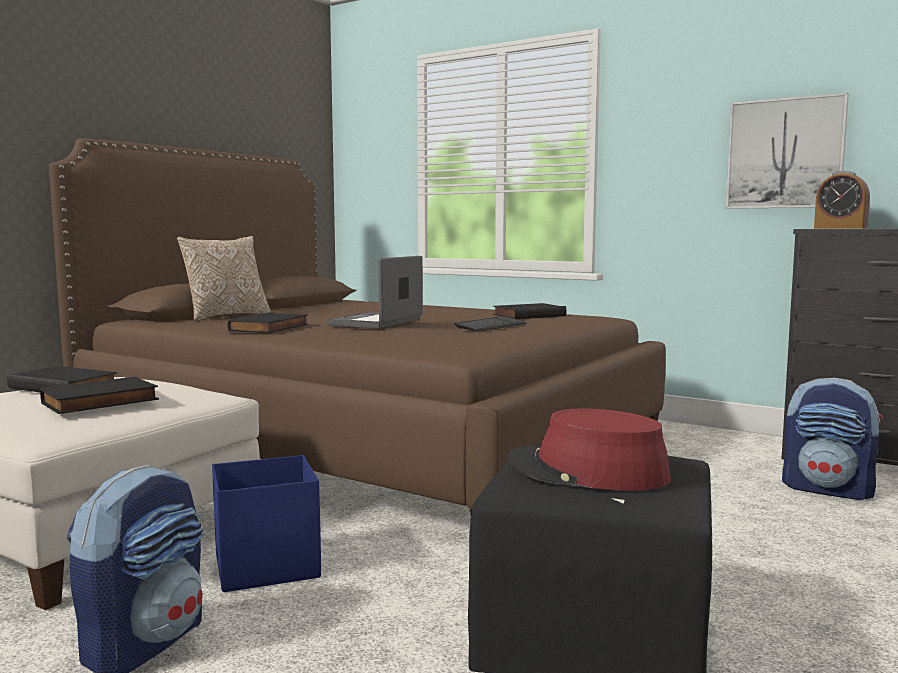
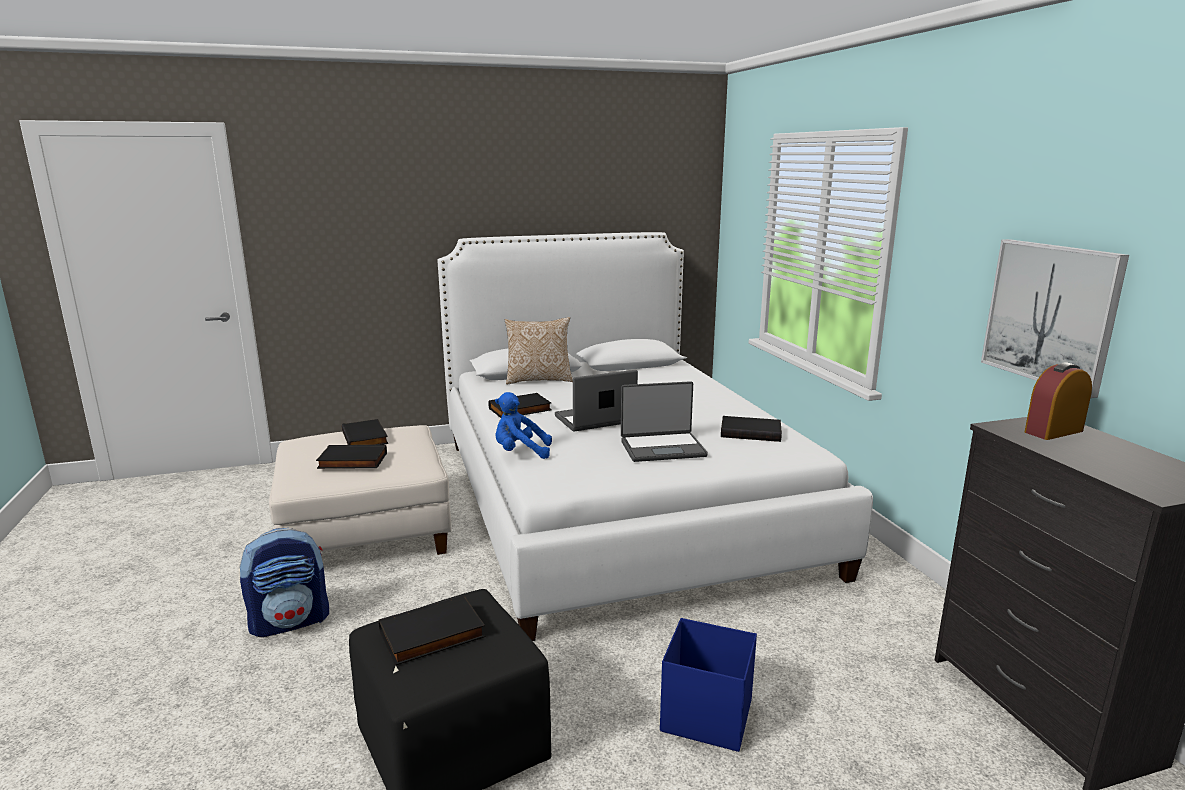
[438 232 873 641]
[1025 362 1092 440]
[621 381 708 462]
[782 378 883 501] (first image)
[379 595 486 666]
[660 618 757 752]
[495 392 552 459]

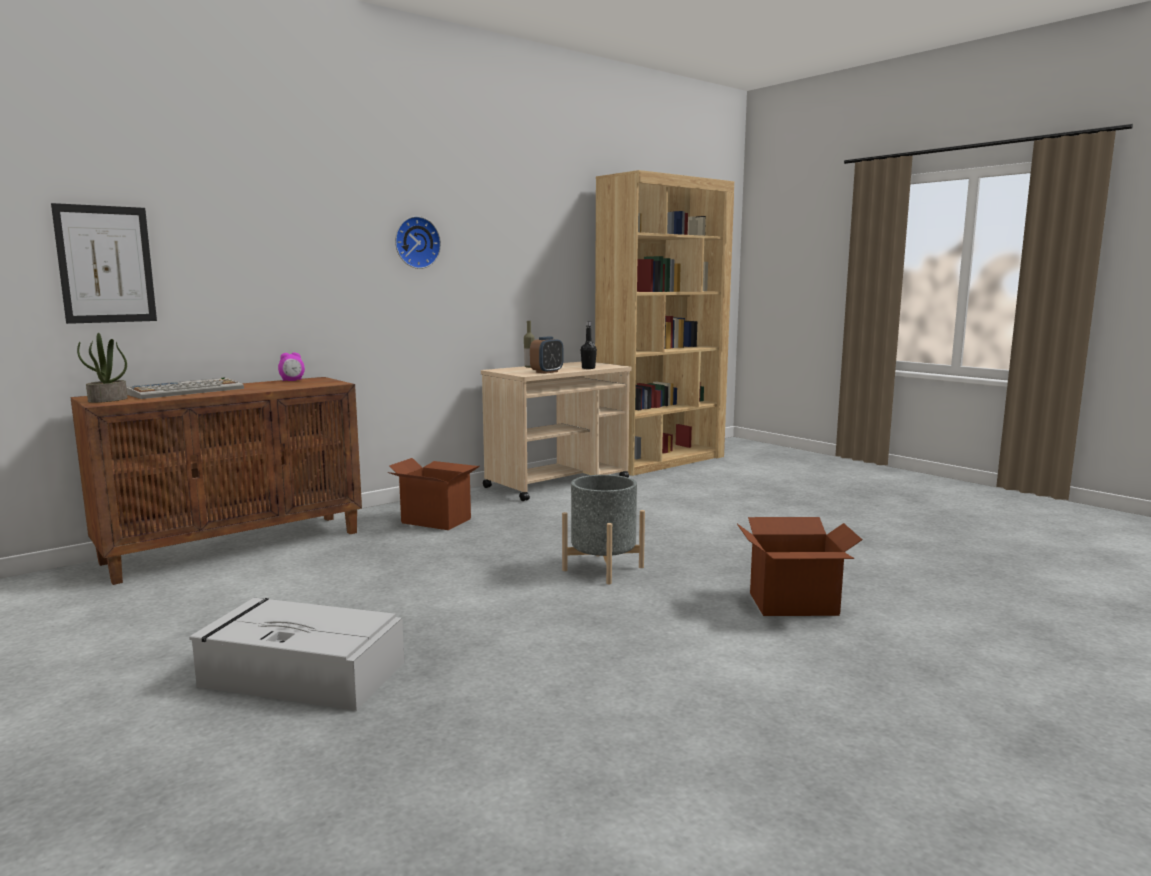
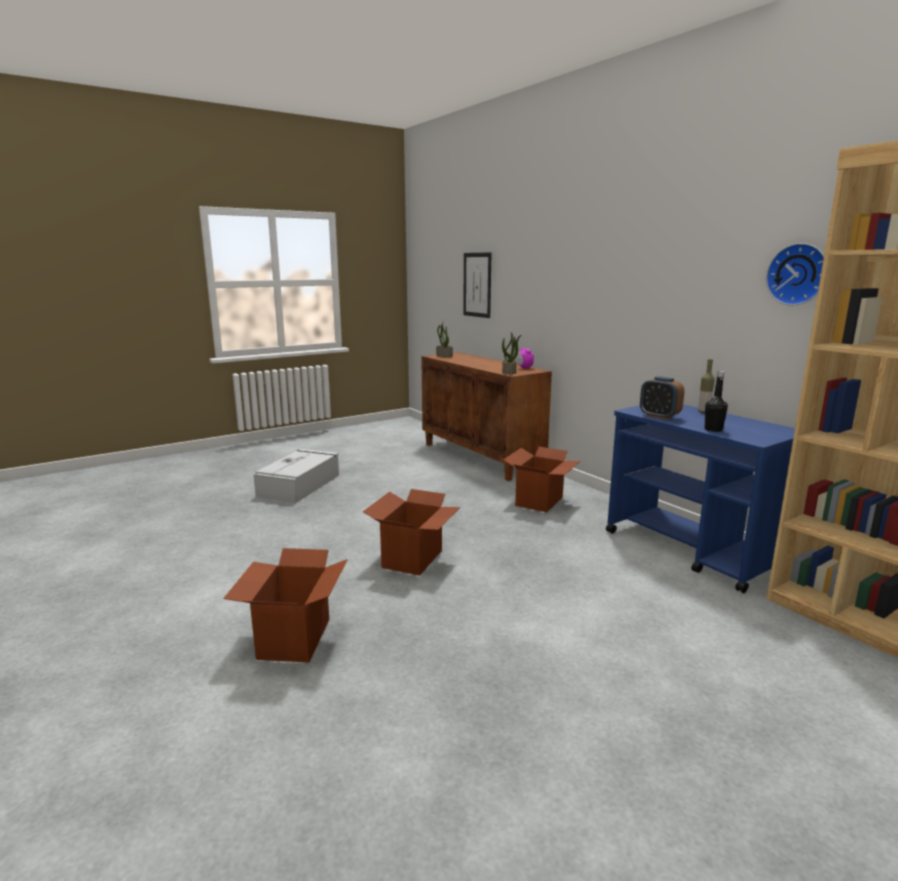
[766 243 824 305]
[606 404 795 593]
[126 378 244 399] (first image)
[363 489 460 576]
[502 332 521 374]

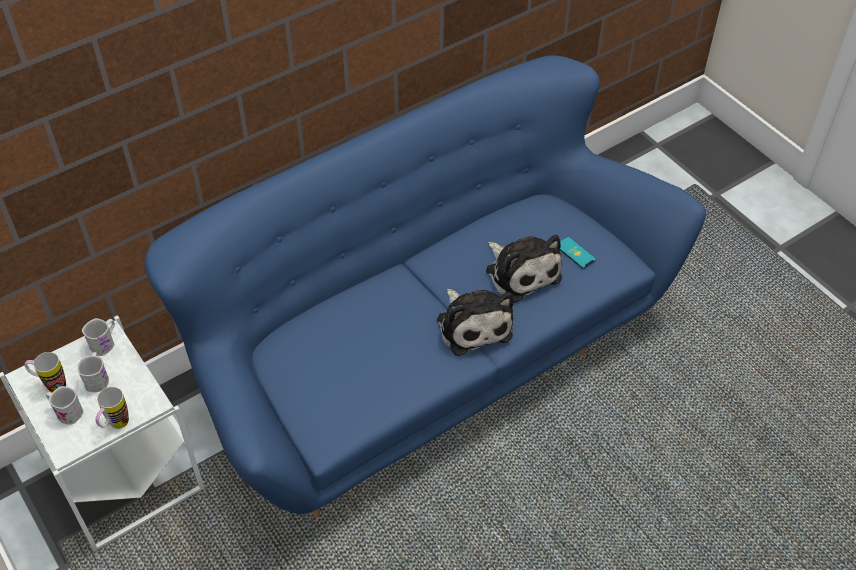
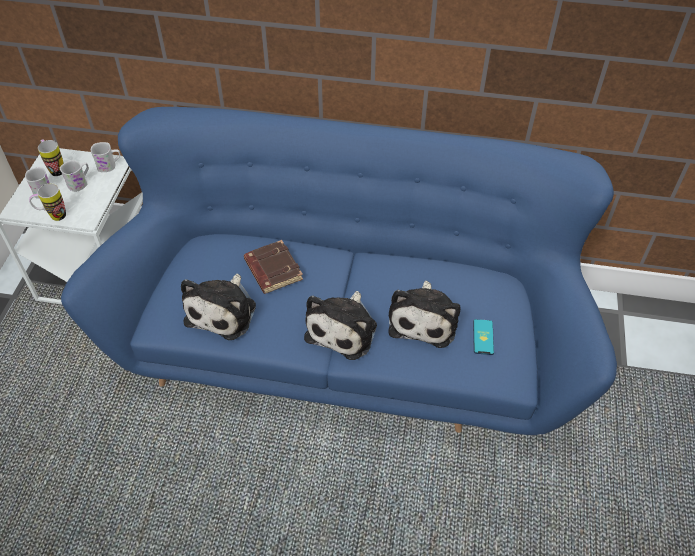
[244 240 303 294]
[181 274 256 340]

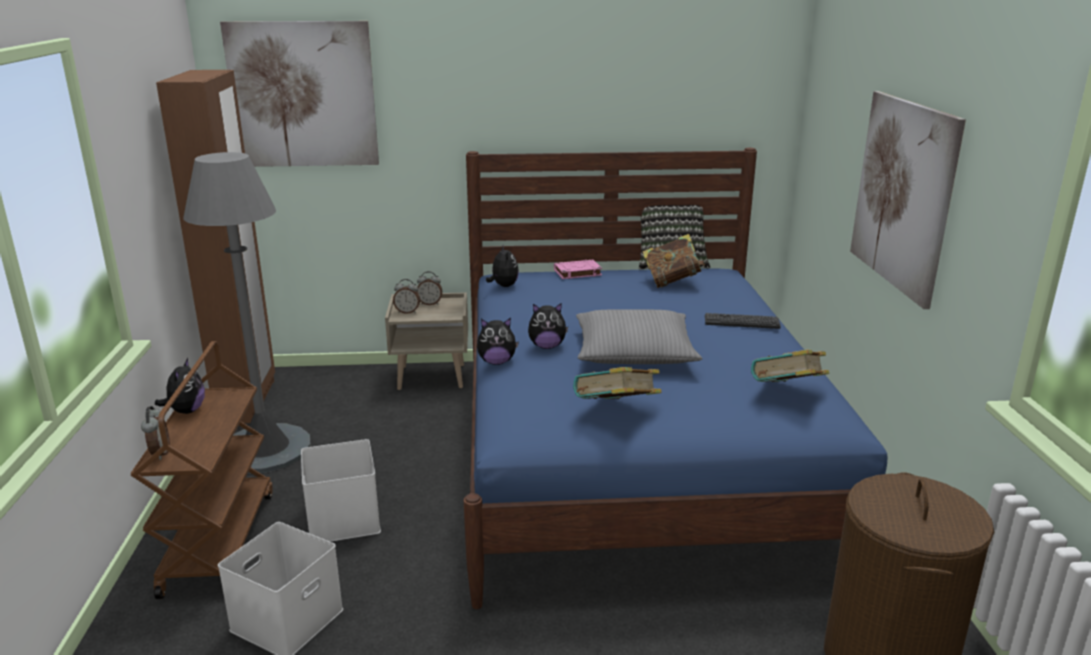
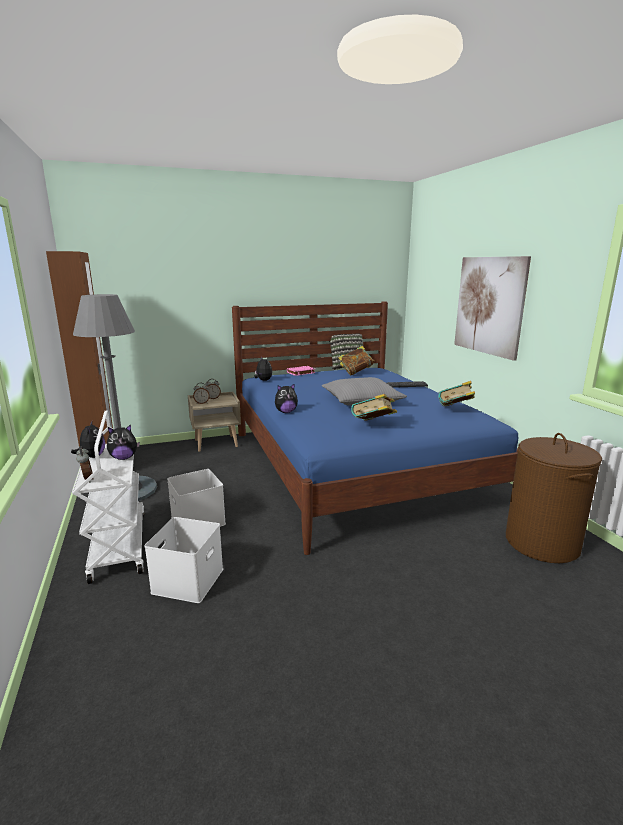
[220 21 379 167] (first image)
[107 424 140 460]
[72 410 144 584]

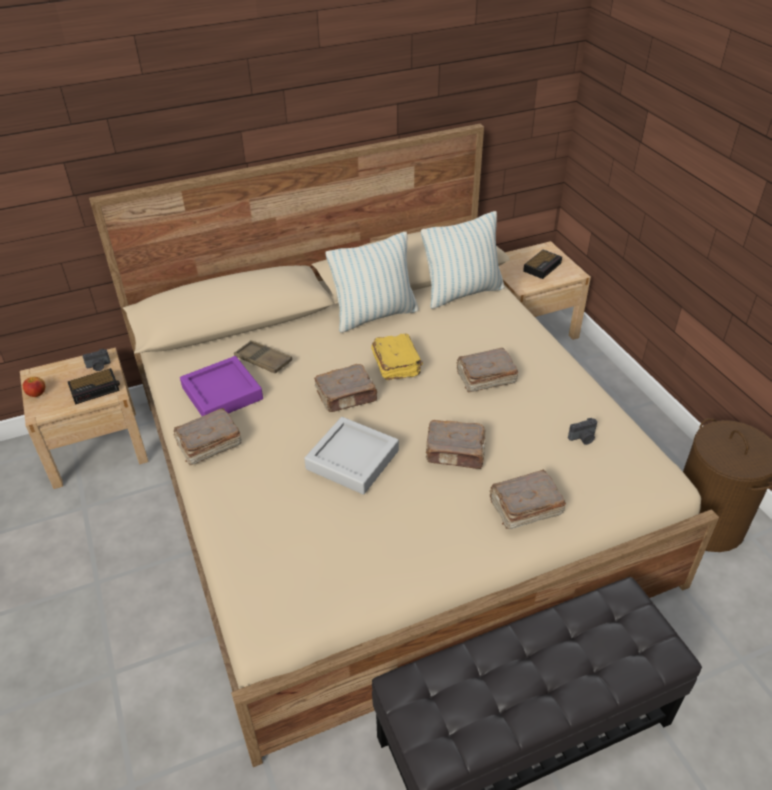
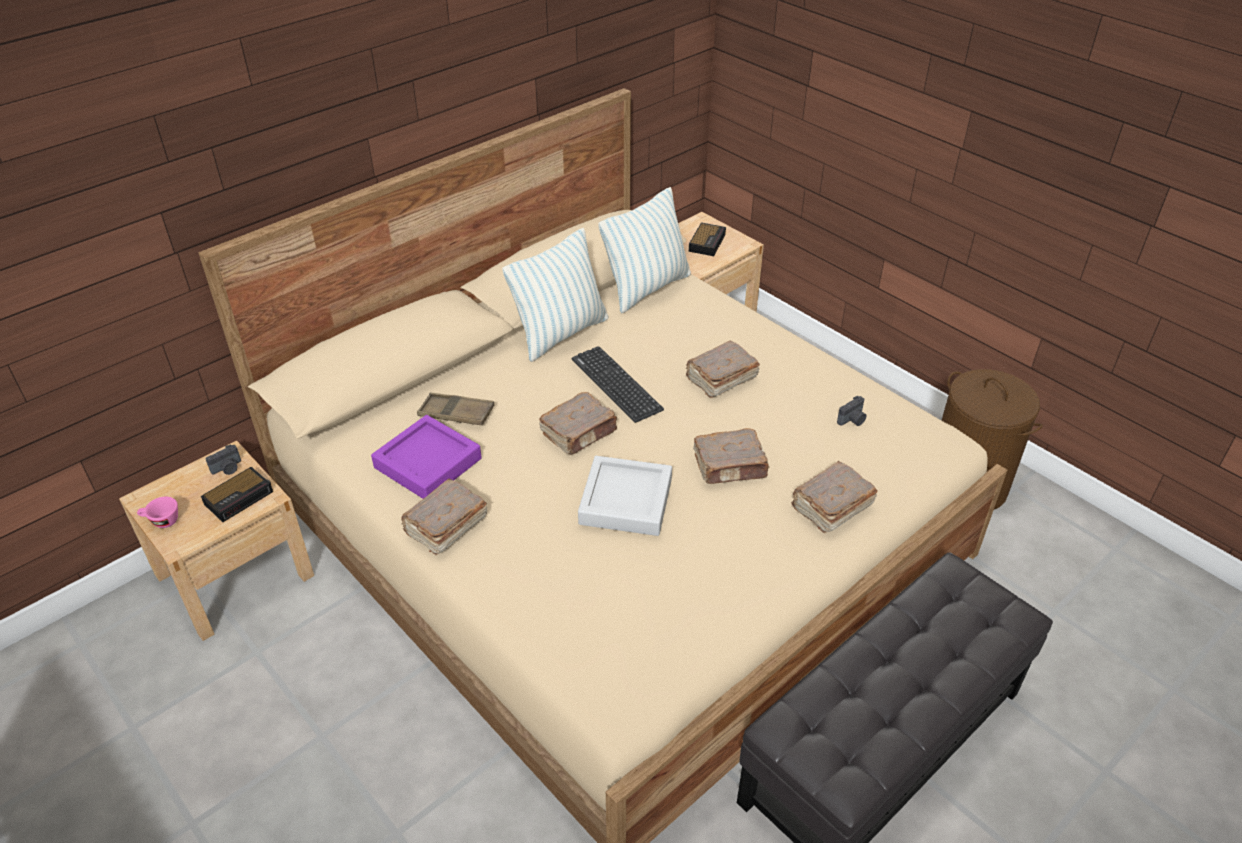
[572 346 664 423]
[137 497 178 528]

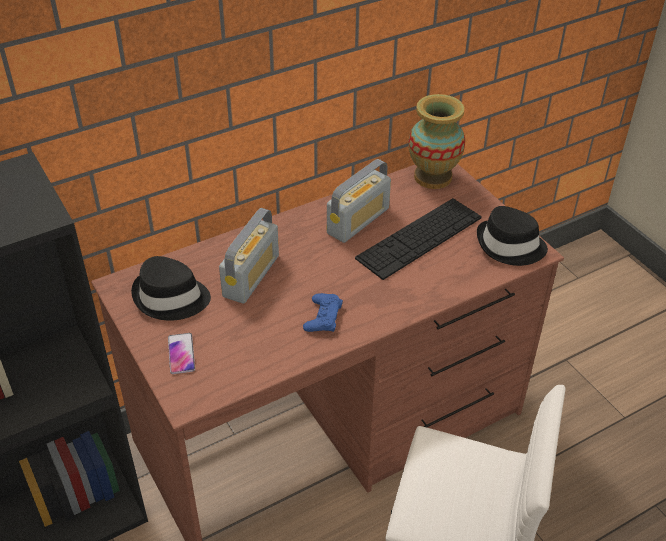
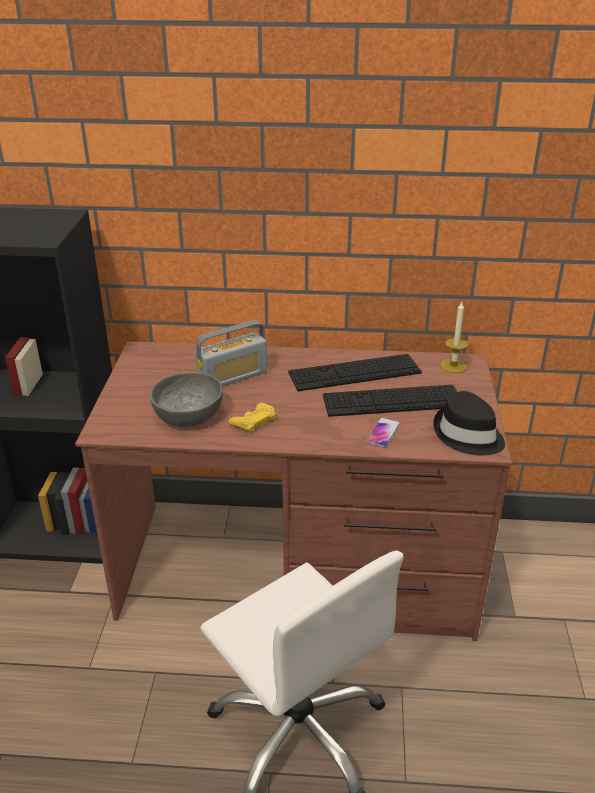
[440 302 468 373]
[288 354 422 391]
[131 256 211 321] (first image)
[228 403 277 433]
[366 417 401 448]
[149 372 223 427]

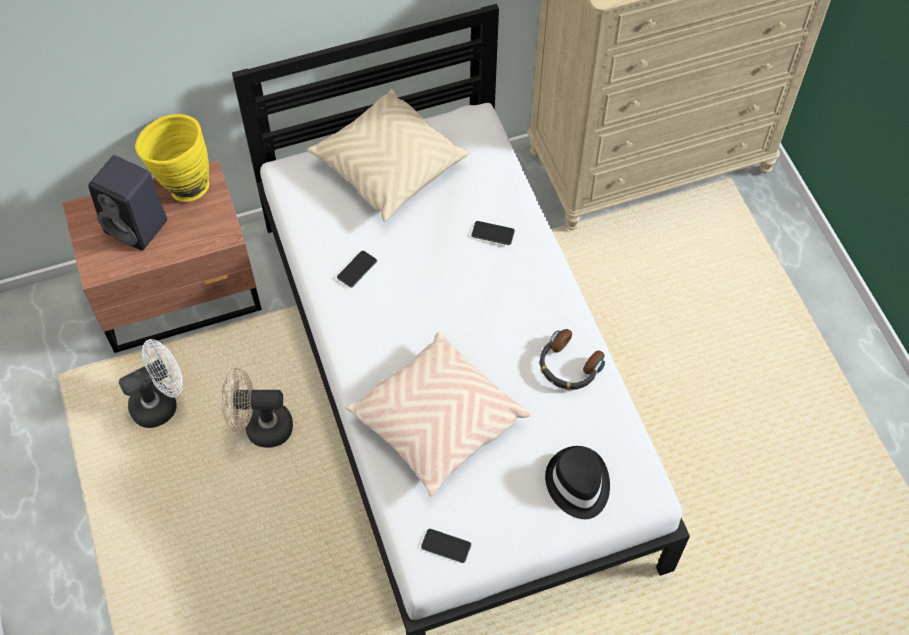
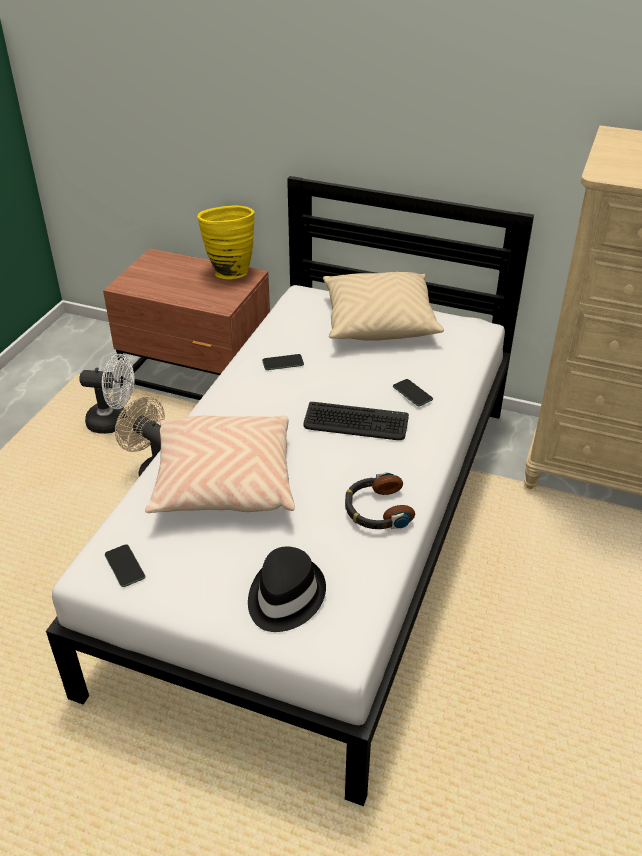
[88 155 167 251] (first image)
[303 402 409 440]

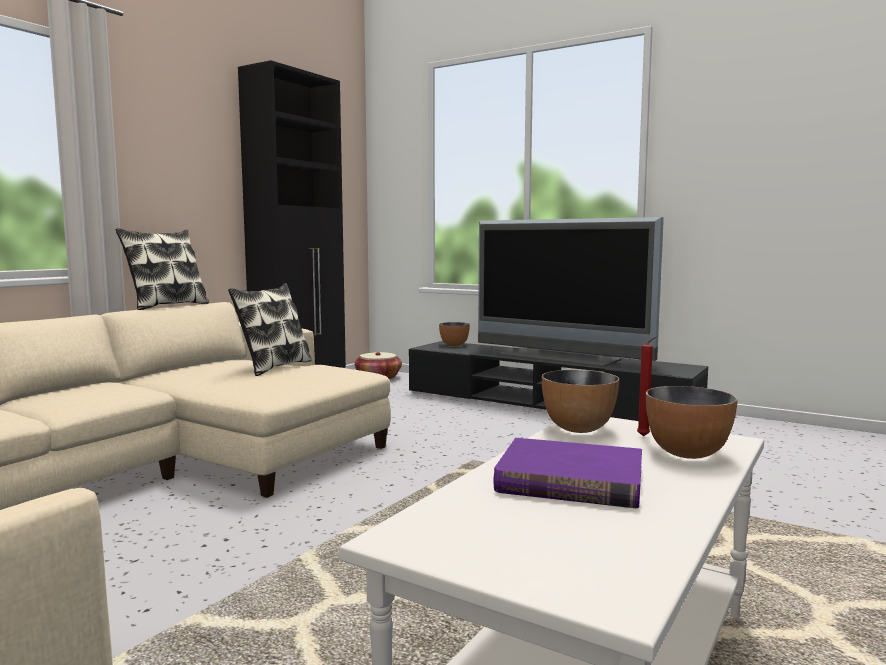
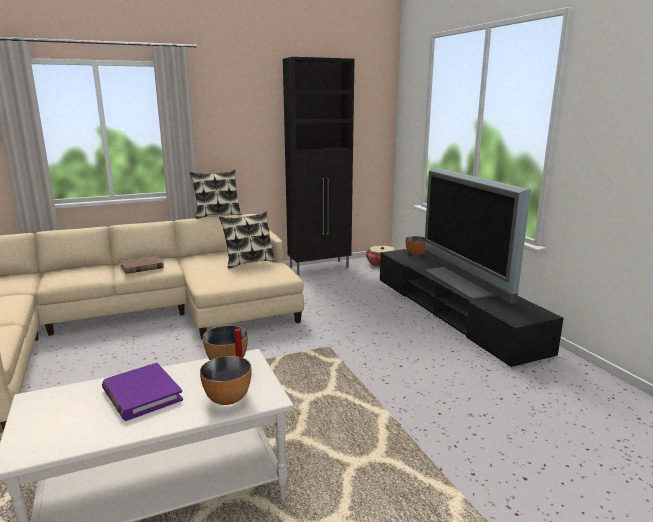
[120 255 164 274]

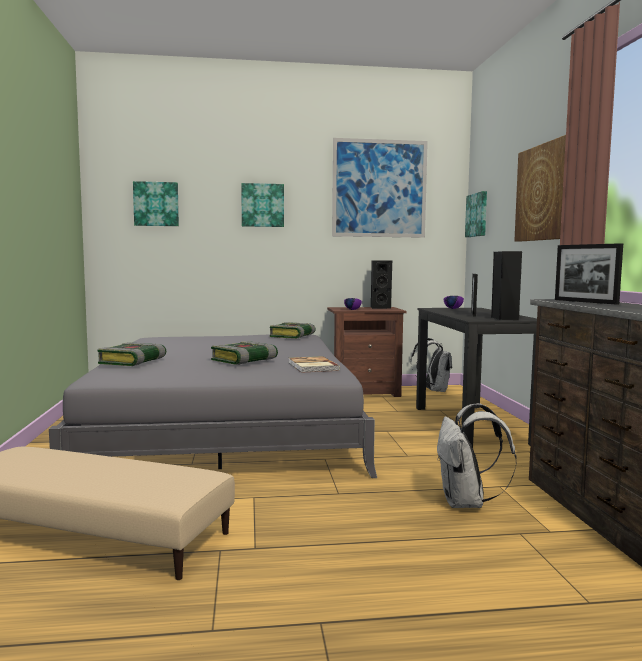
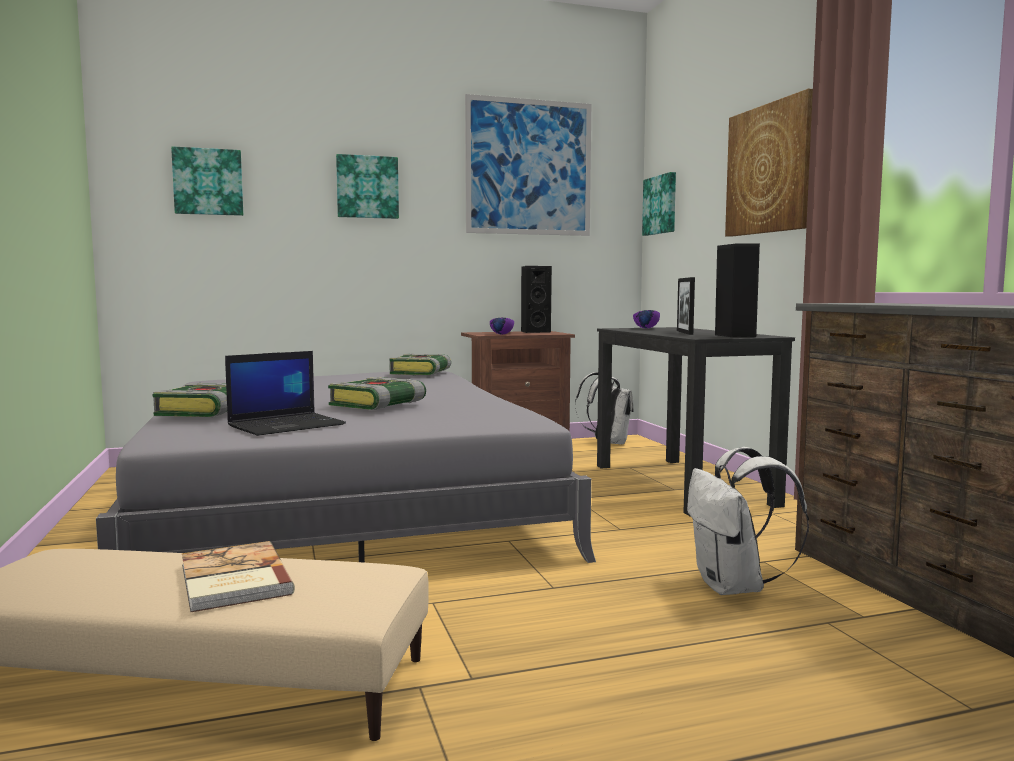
[555 243 623 305] (first image)
[182 541 295 613]
[225 351 346 436]

